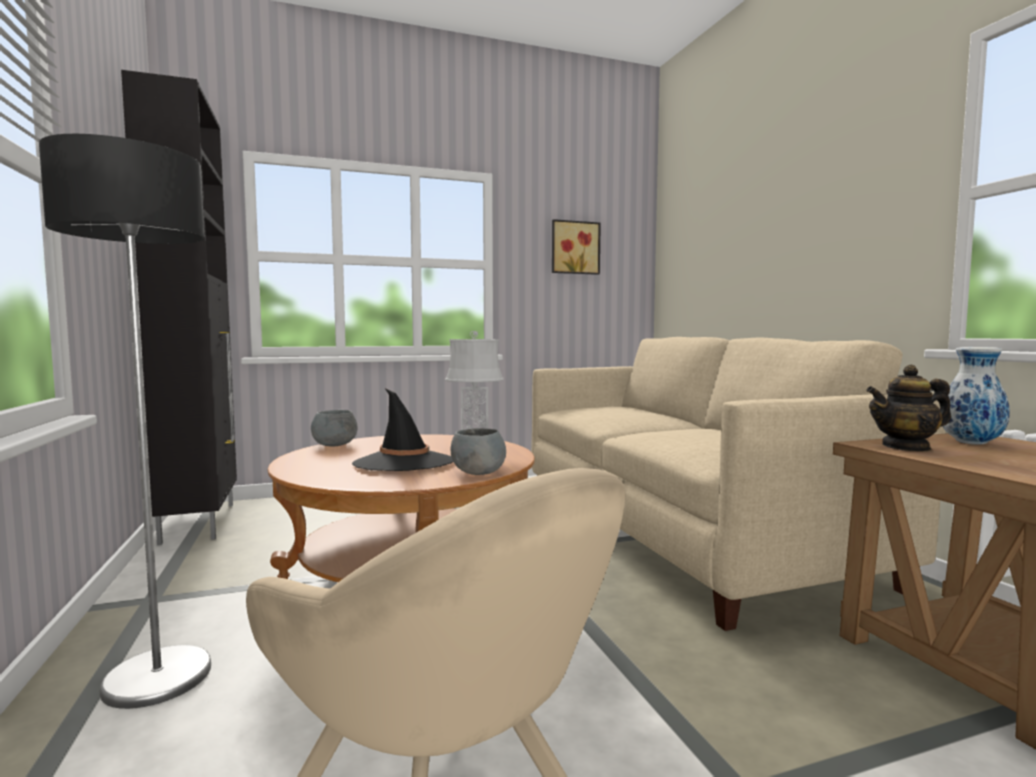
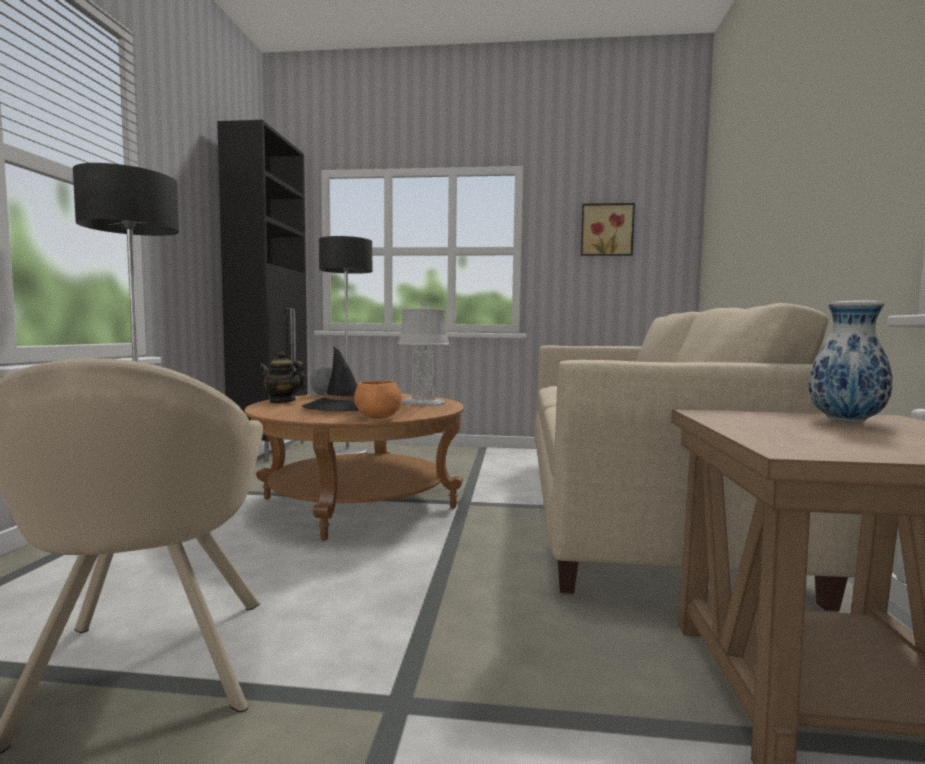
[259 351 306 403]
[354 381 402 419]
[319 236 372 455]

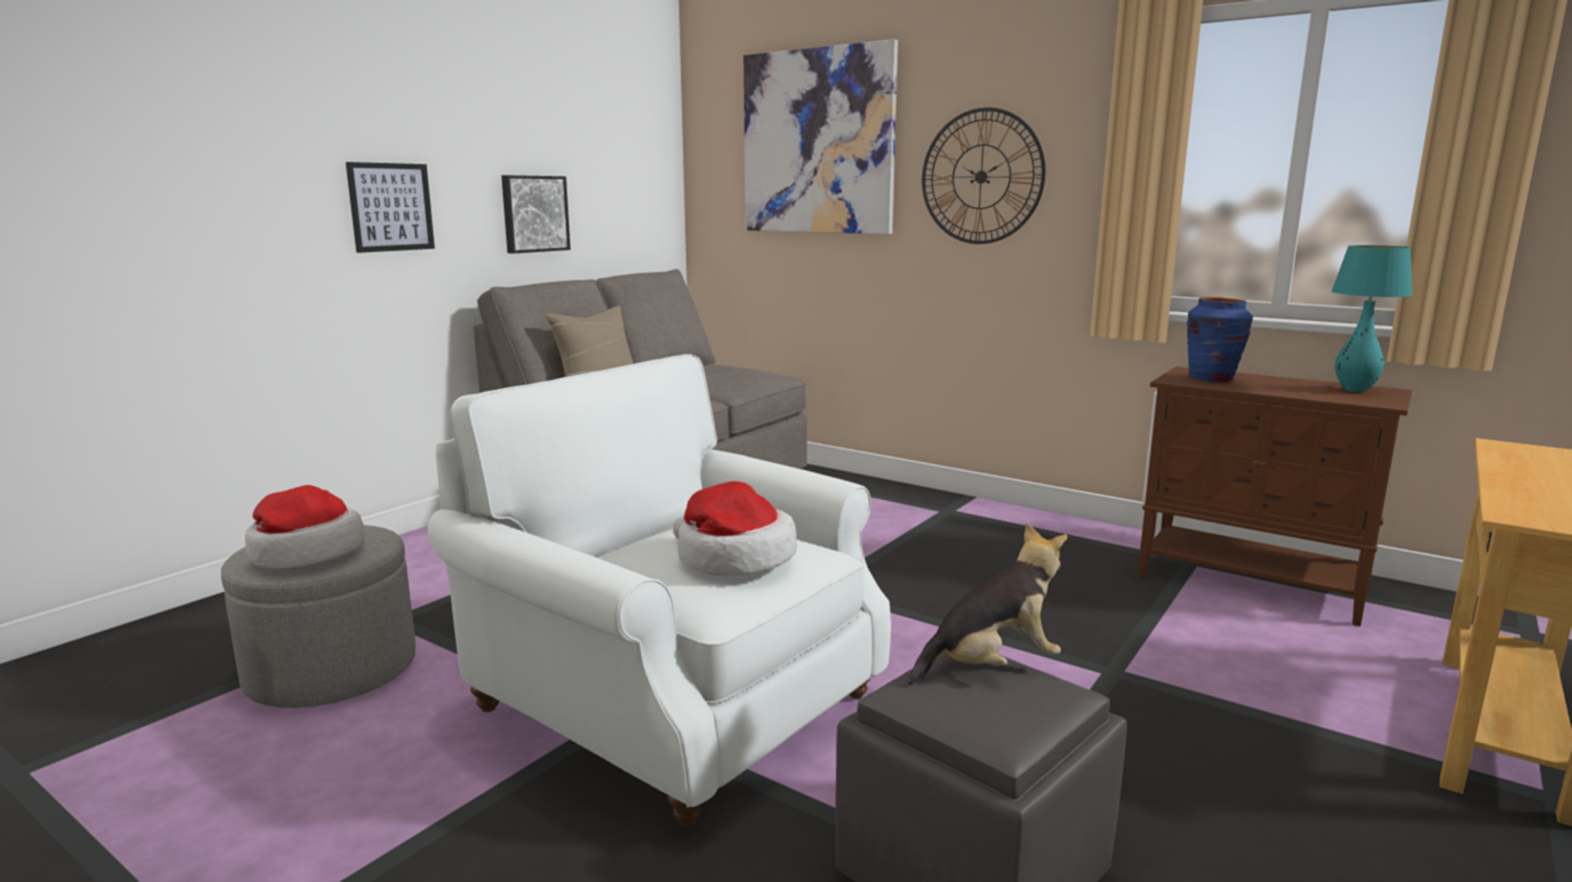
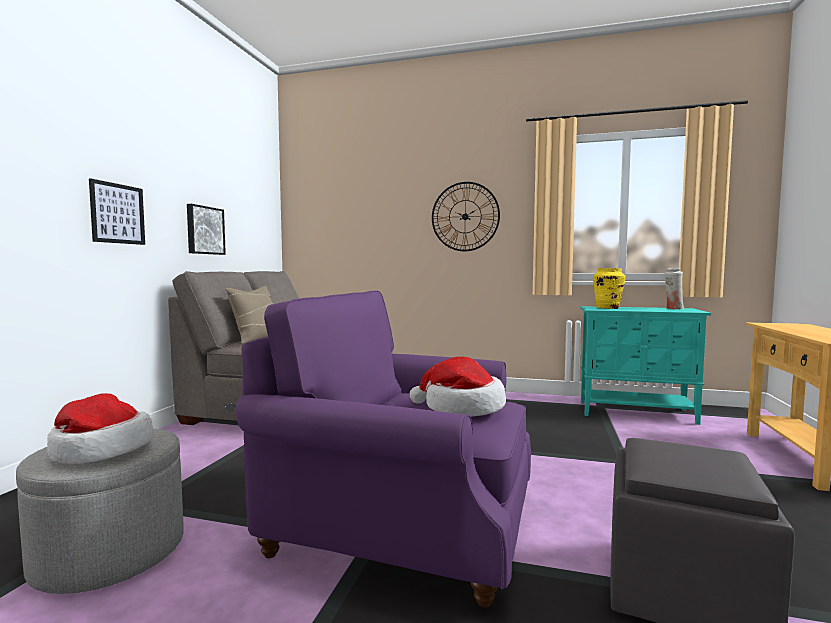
[744 39 898 234] (first image)
[665 268 684 310]
[593 268 626 309]
[236 291 531 608]
[581 306 711 425]
[907 523 1068 685] (first image)

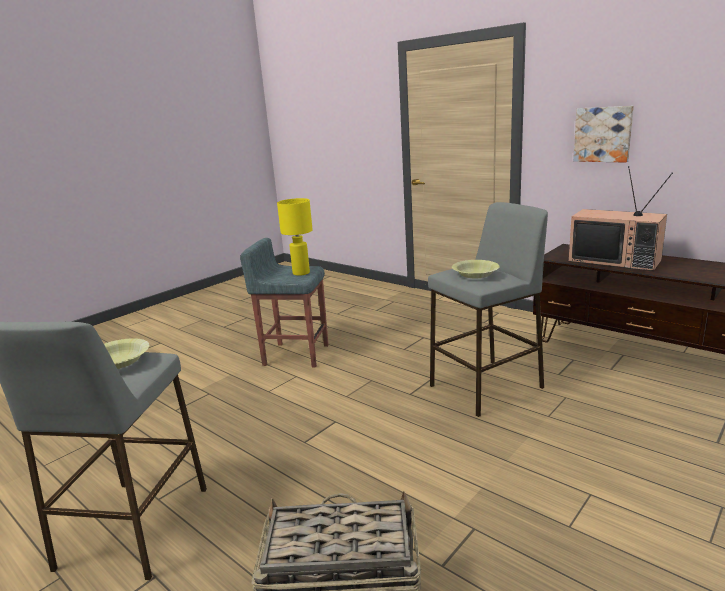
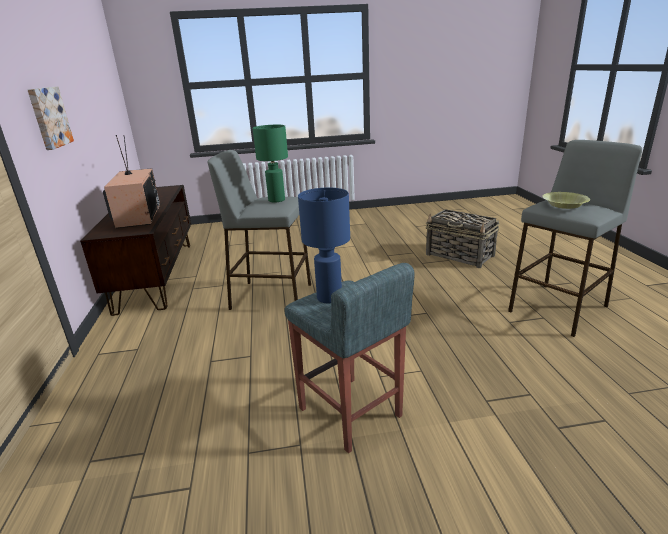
[298 188 350 303]
[253 125 288 202]

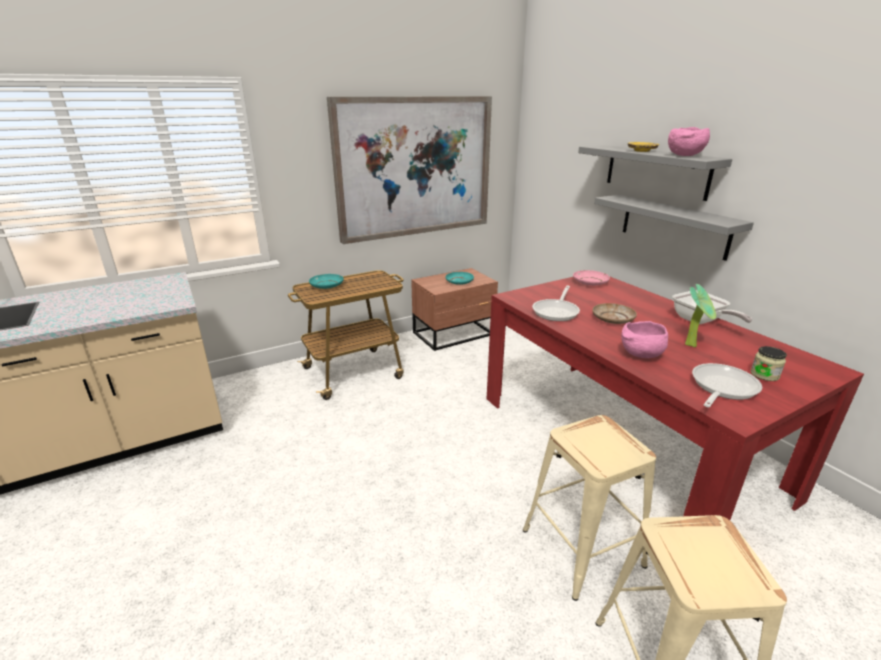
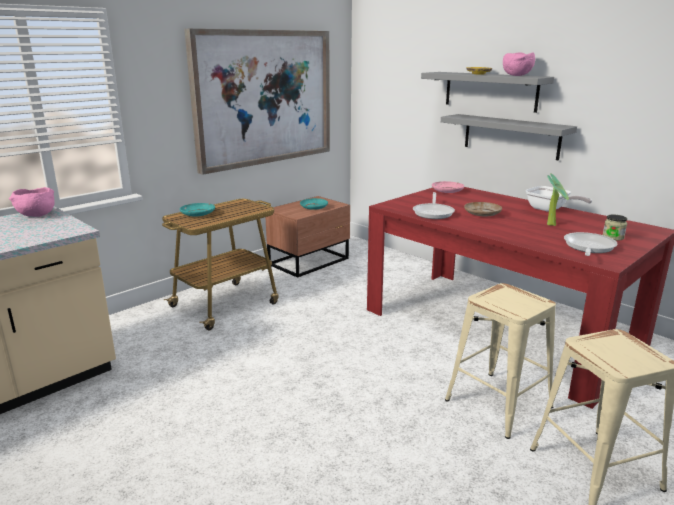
[9 187 55 217]

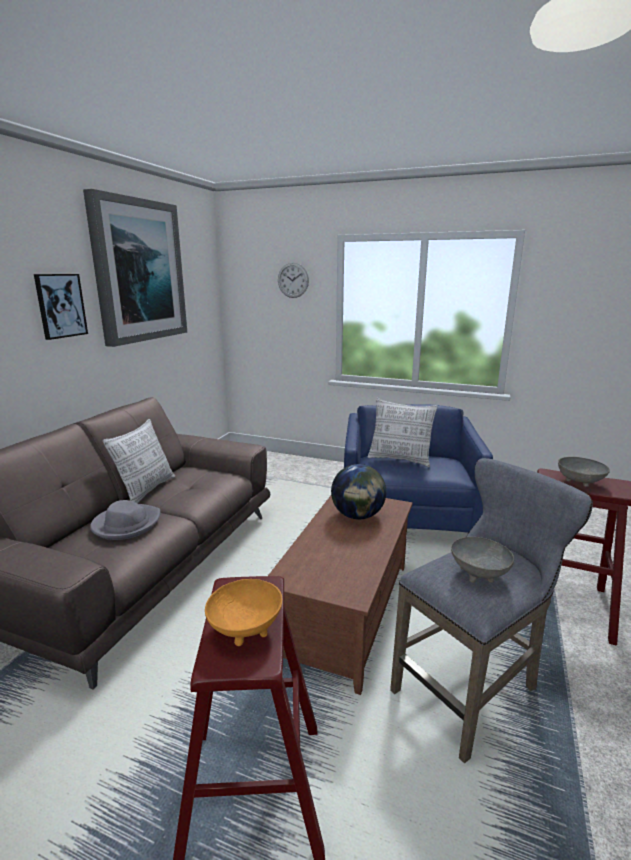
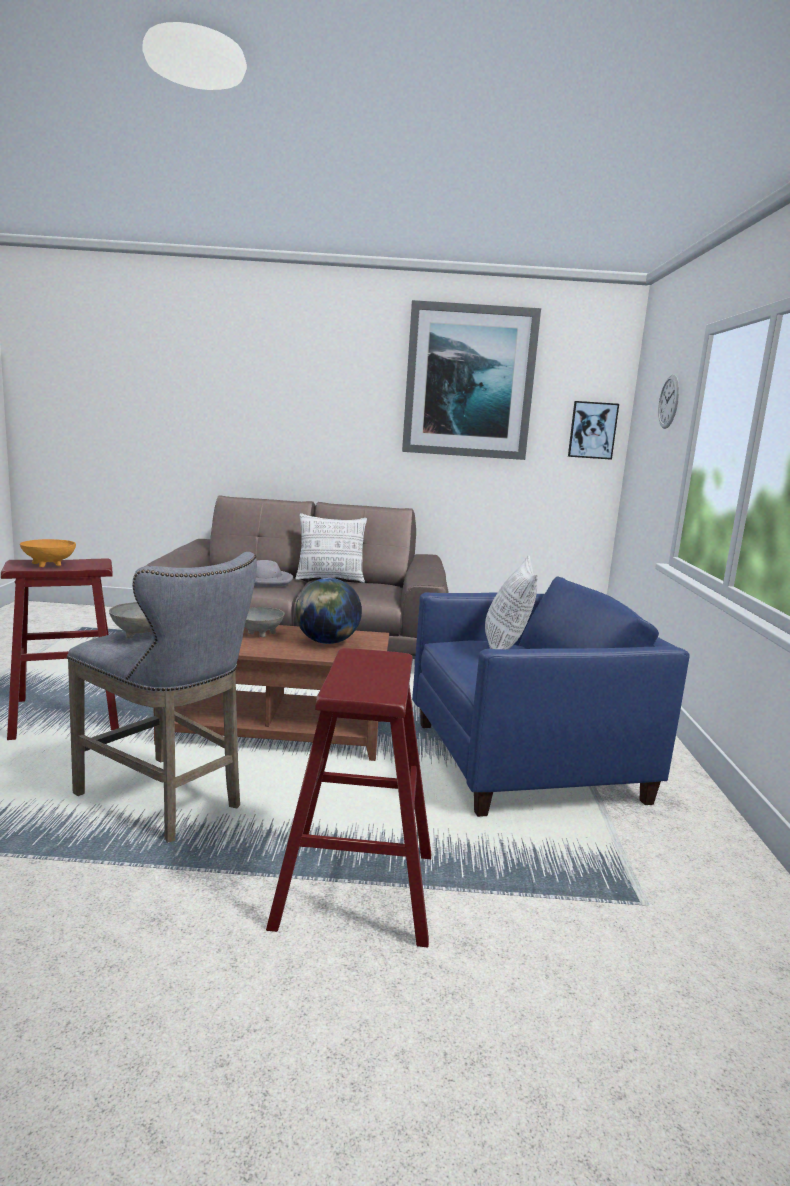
[568 401 619 460]
[244 607 284 637]

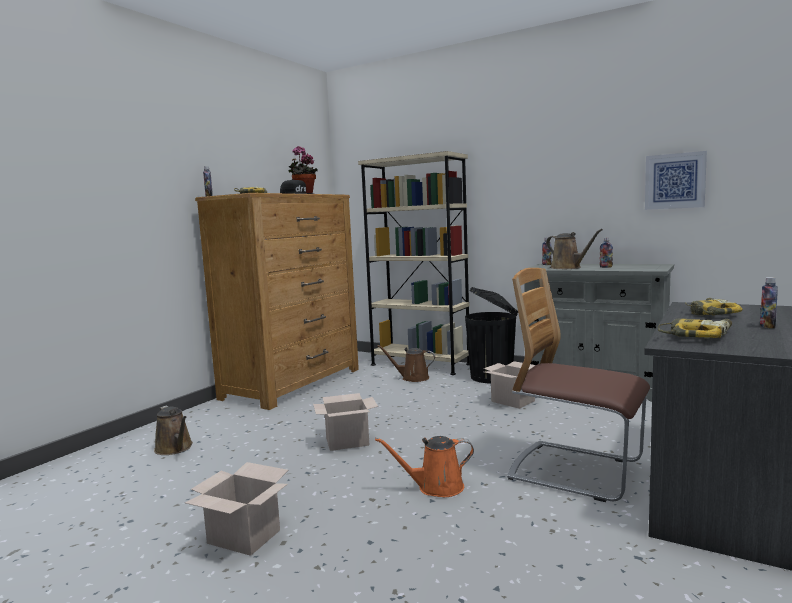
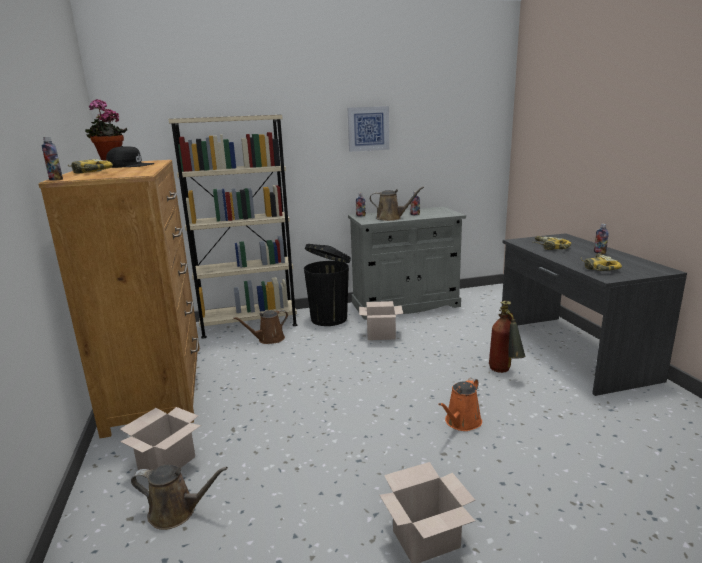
[348 106 389 152]
[489 301 526 373]
[120 407 201 470]

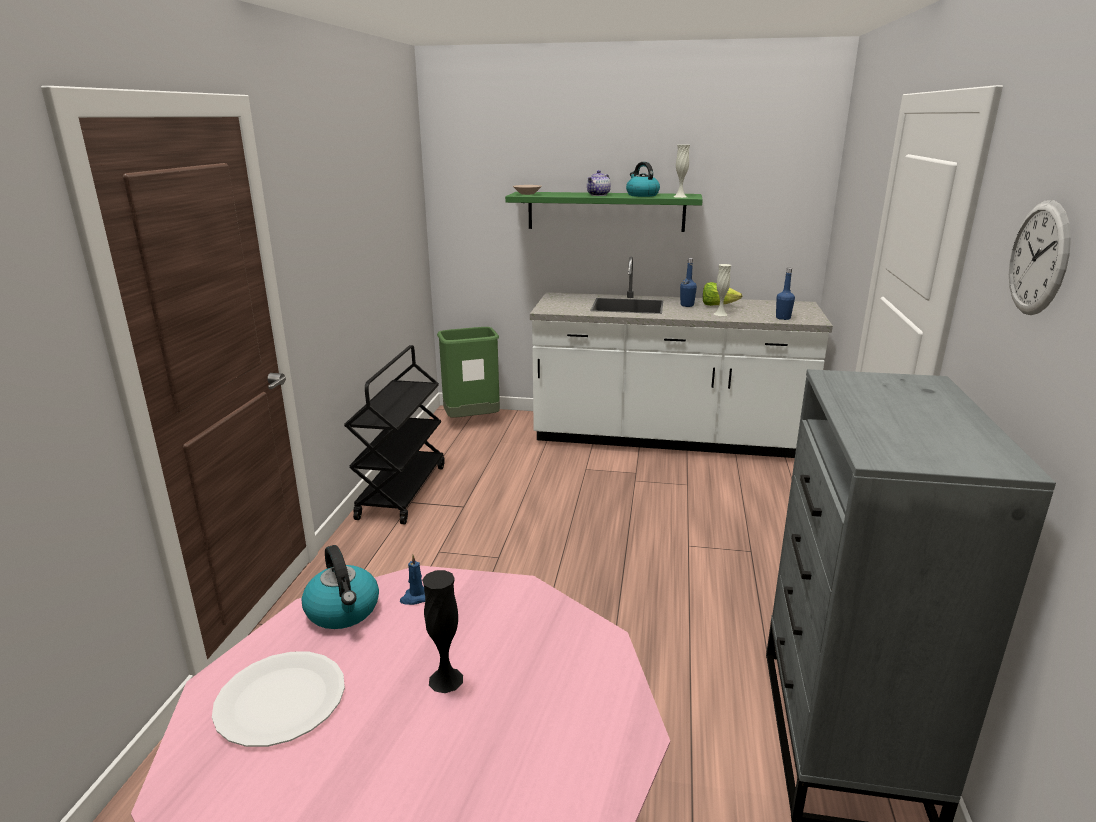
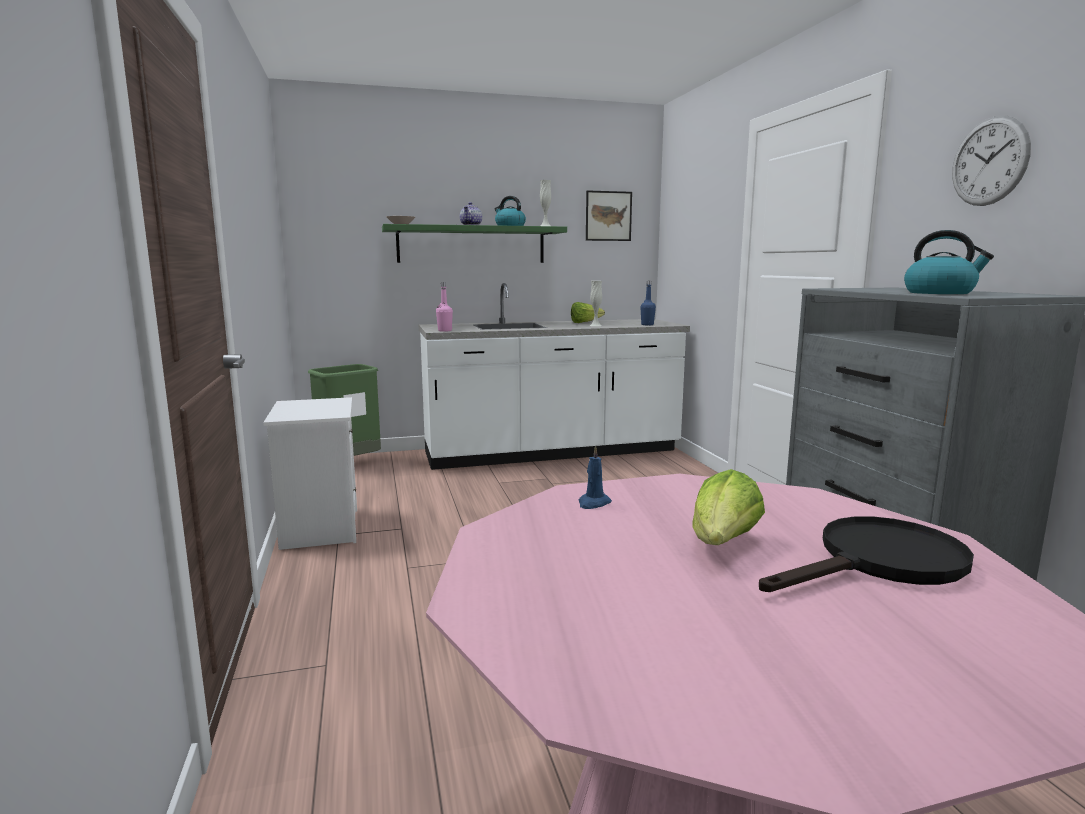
[680 258 697 307] (first image)
[263 397 357 550]
[904 230 994 294]
[693 469 765 545]
[212 652 345 747] (first image)
[586 190 632 241]
[436 282 453 332]
[759 516 974 592]

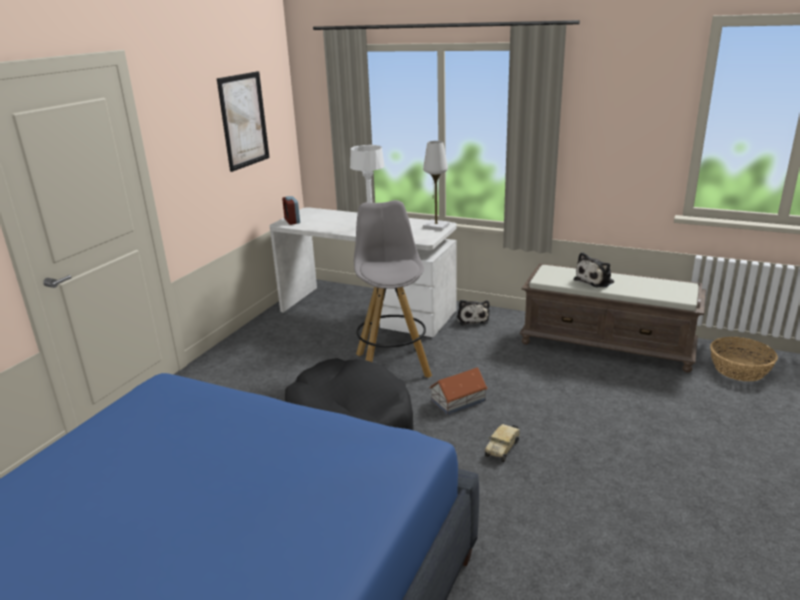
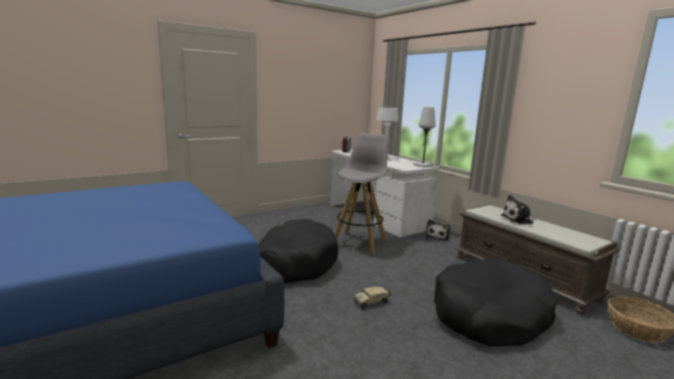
[217 71 270 172] (first image)
[429 367 488 415] (first image)
[434 258 557 346]

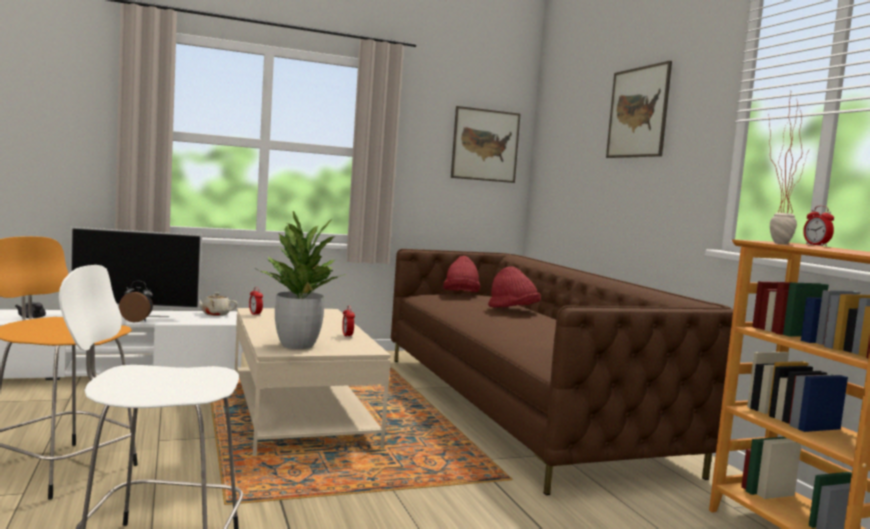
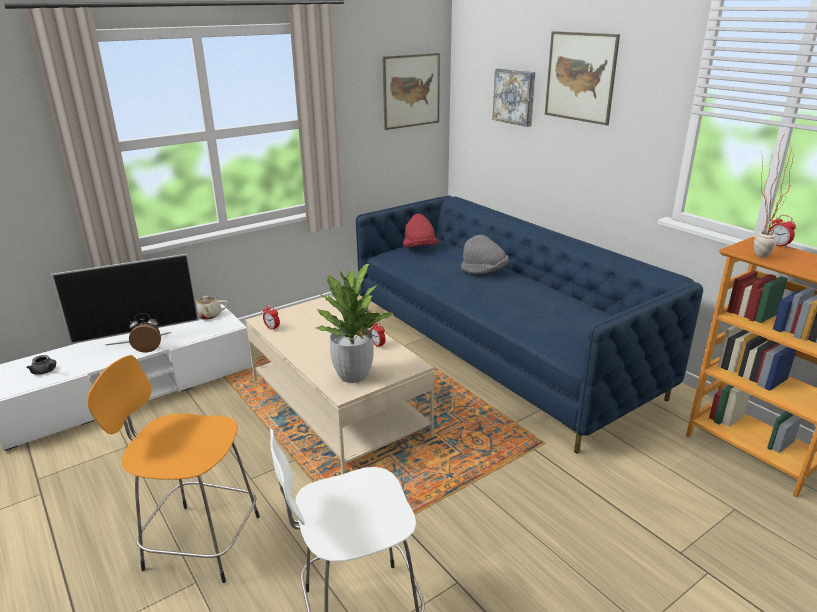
[356 195 703 454]
[461 235 509 274]
[492 68 535 127]

